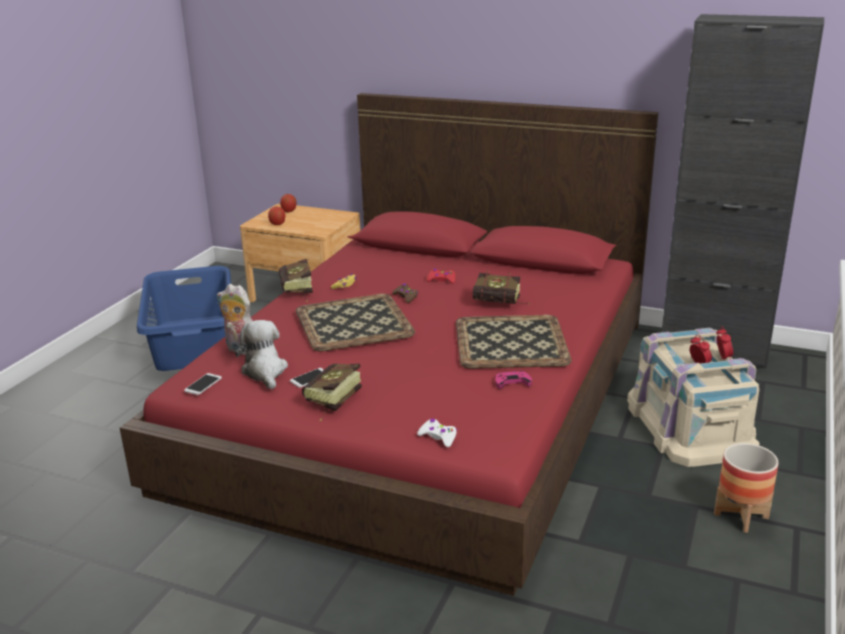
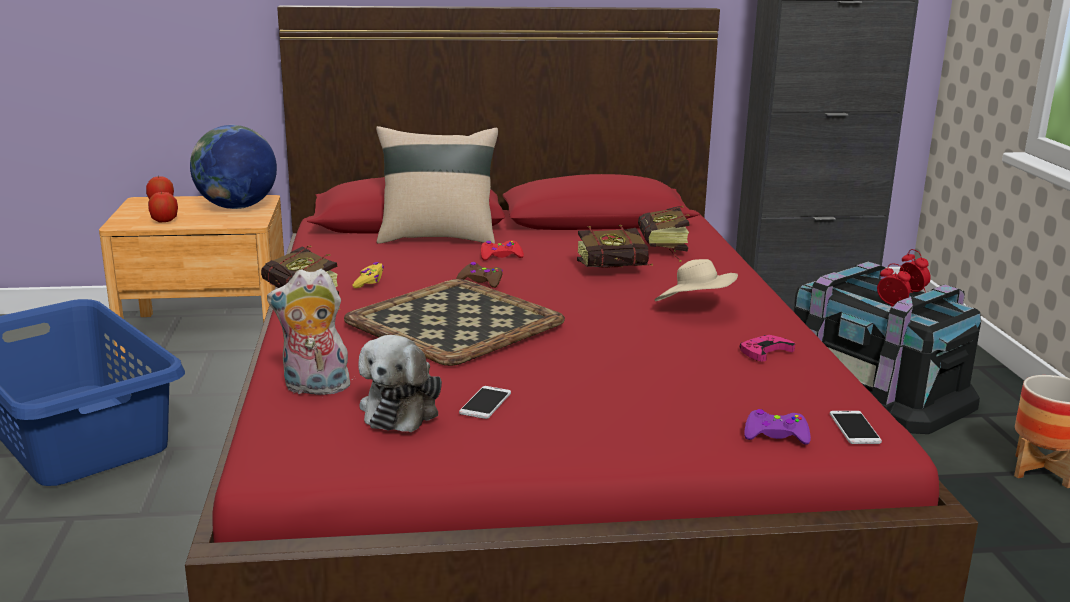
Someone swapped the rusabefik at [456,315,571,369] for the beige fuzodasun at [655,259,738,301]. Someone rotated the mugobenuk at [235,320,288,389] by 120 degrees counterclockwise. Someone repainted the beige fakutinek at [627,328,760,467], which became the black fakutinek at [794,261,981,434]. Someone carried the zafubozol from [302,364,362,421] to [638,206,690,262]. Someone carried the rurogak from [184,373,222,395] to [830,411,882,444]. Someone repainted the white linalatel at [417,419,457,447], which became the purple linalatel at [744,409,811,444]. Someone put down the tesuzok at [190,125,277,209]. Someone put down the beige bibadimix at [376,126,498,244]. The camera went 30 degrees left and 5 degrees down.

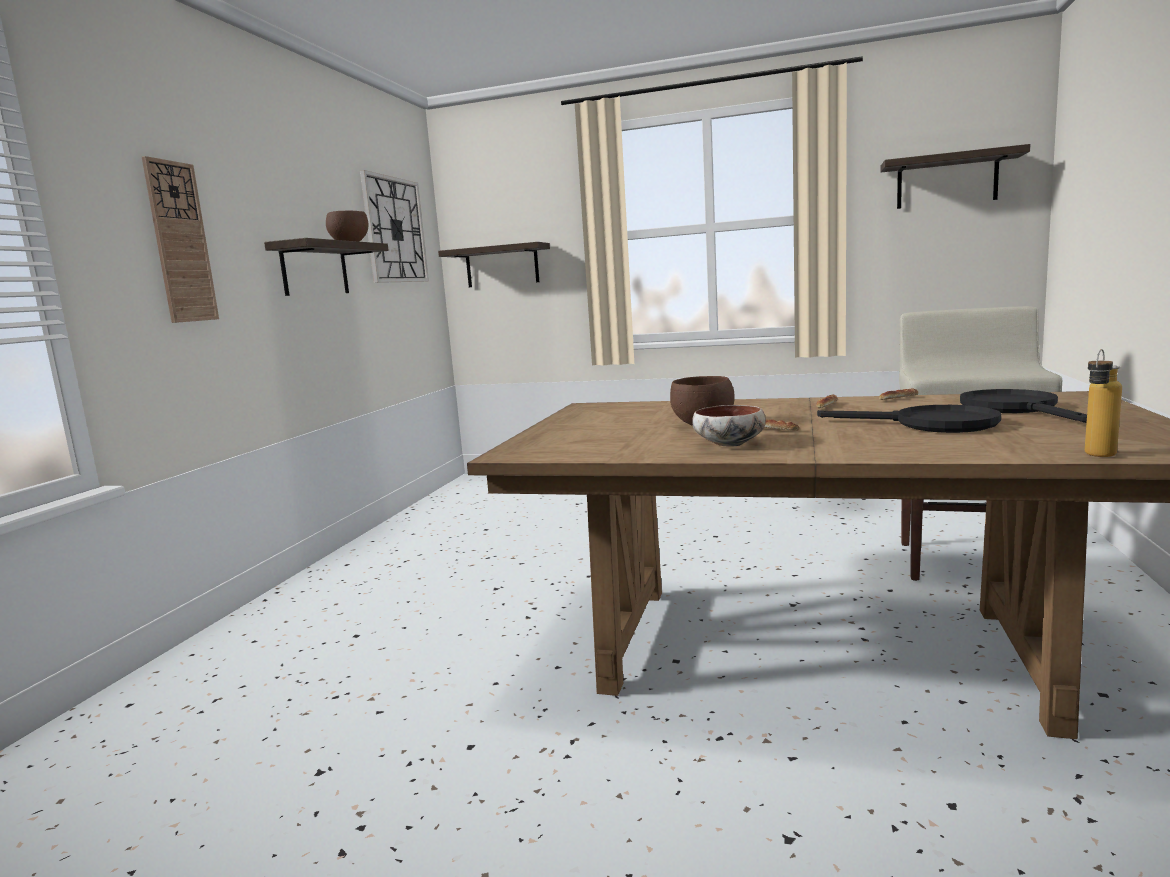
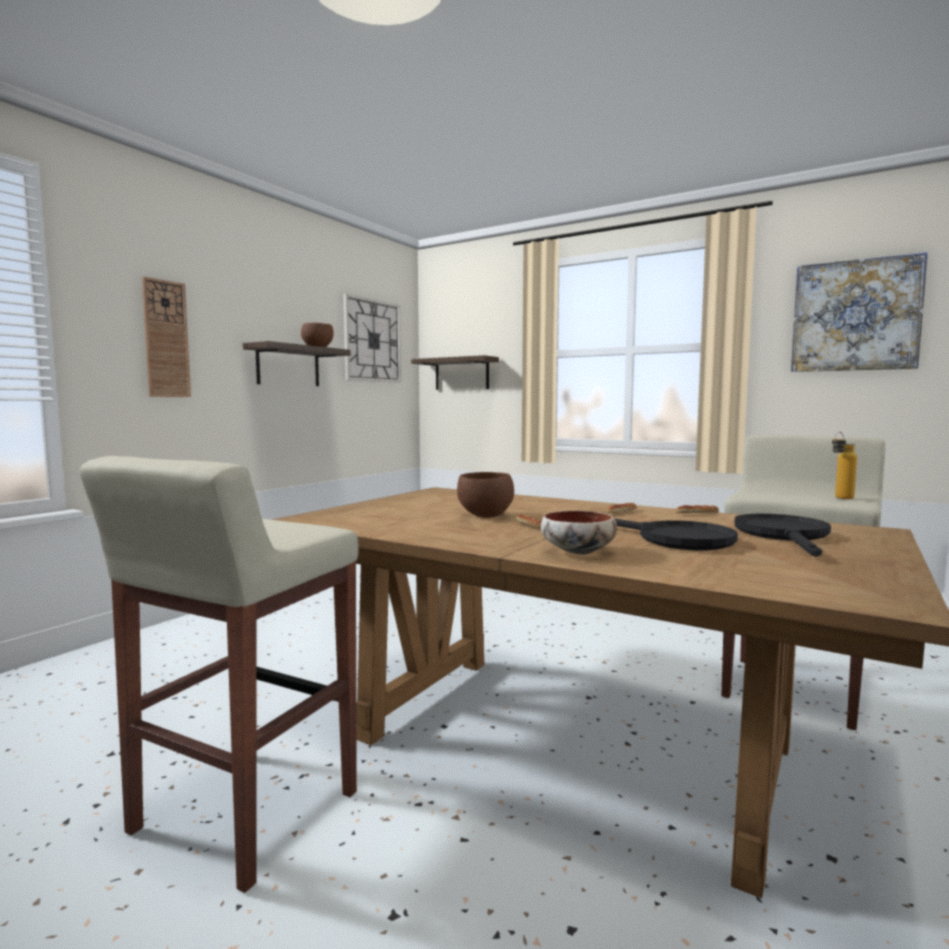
Someone swapped the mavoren at [880,144,1030,209] for the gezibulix at [791,252,928,372]. Someone carried the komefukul from [1085,349,1122,457] to [832,432,857,499]. Someone carried the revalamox from [692,405,766,447] to [541,511,617,555]. Someone put down the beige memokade at [80,456,359,893]. The camera went 15 degrees right and 5 degrees down.

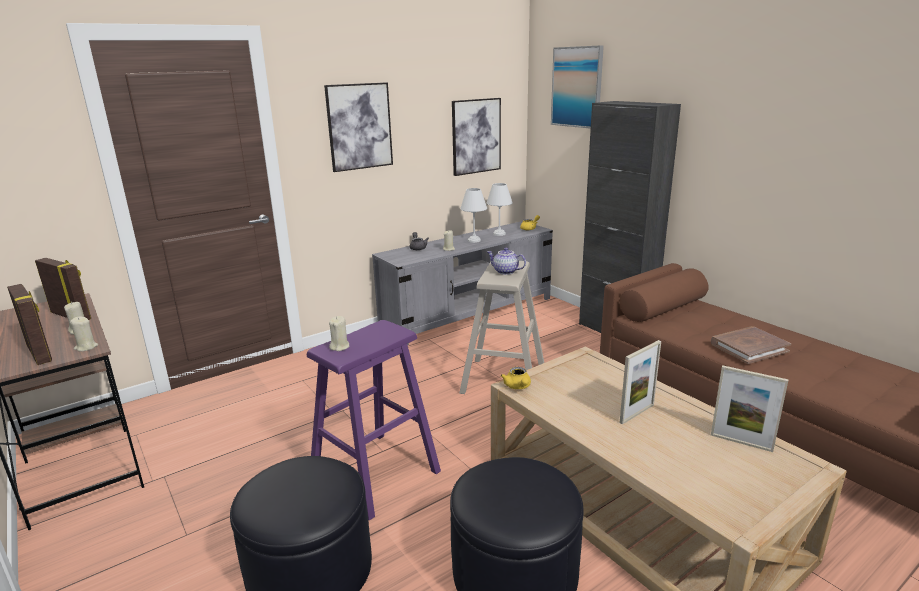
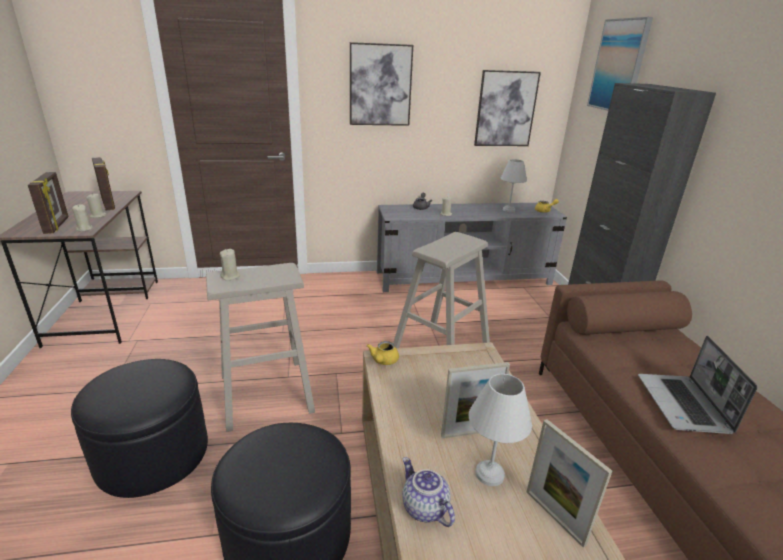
Someone carried the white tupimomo from [460,188,487,243] to [469,373,532,486]. Someone carried the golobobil from [487,248,526,275] to [403,457,455,527]. Someone repainted the purple memokade at [307,320,441,521], which became the beige memokade at [206,263,315,432]. Someone swapped the brown zafubozol at [711,326,792,364] for the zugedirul at [638,336,757,434]. The camera went 25 degrees right and 5 degrees up.

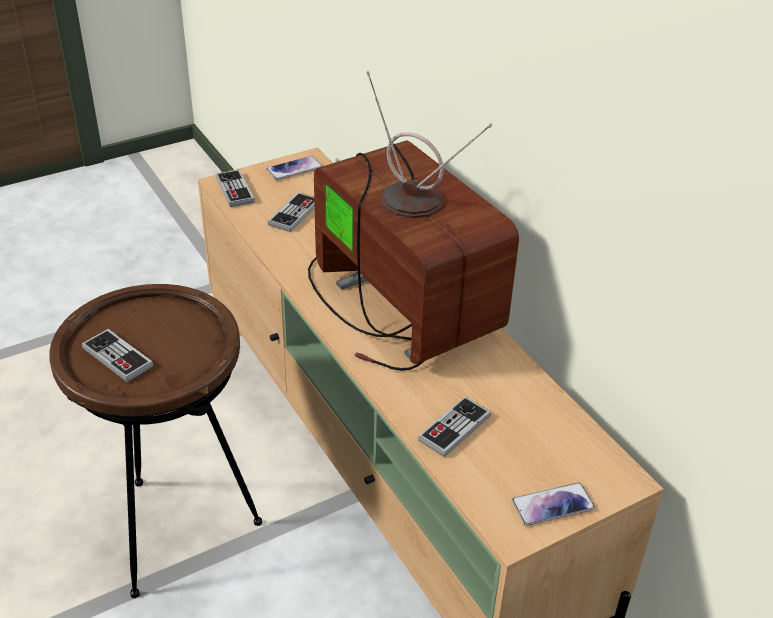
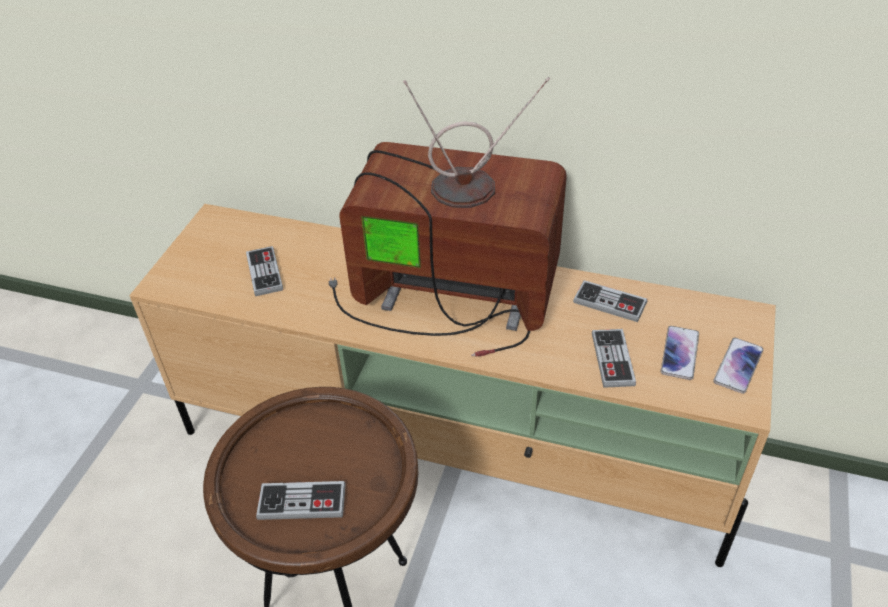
Someone carried the rurogak from [266,156,322,180] to [661,326,699,380]. Someone carried the linalatel from [216,169,255,207] to [573,280,647,322]. The camera went 40 degrees left and 5 degrees up.

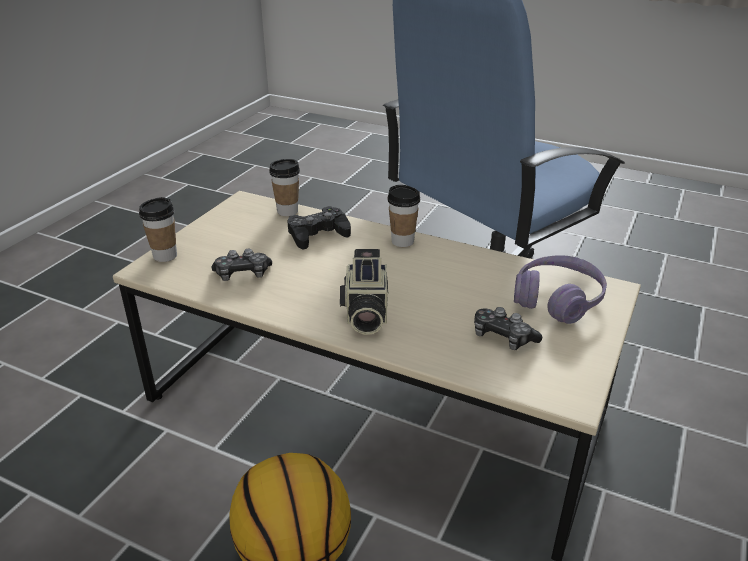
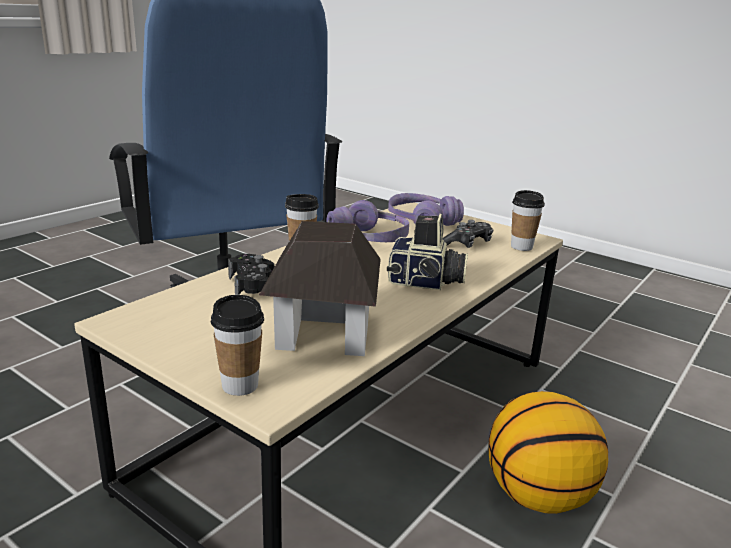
Someone carried the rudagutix from [269,159,300,216] to [511,190,544,251]. Someone swapped the linalatel at [211,249,272,281] for the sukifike at [259,221,381,356]. Someone put down the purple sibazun at [326,200,409,242]. The camera went 80 degrees left and 10 degrees down.

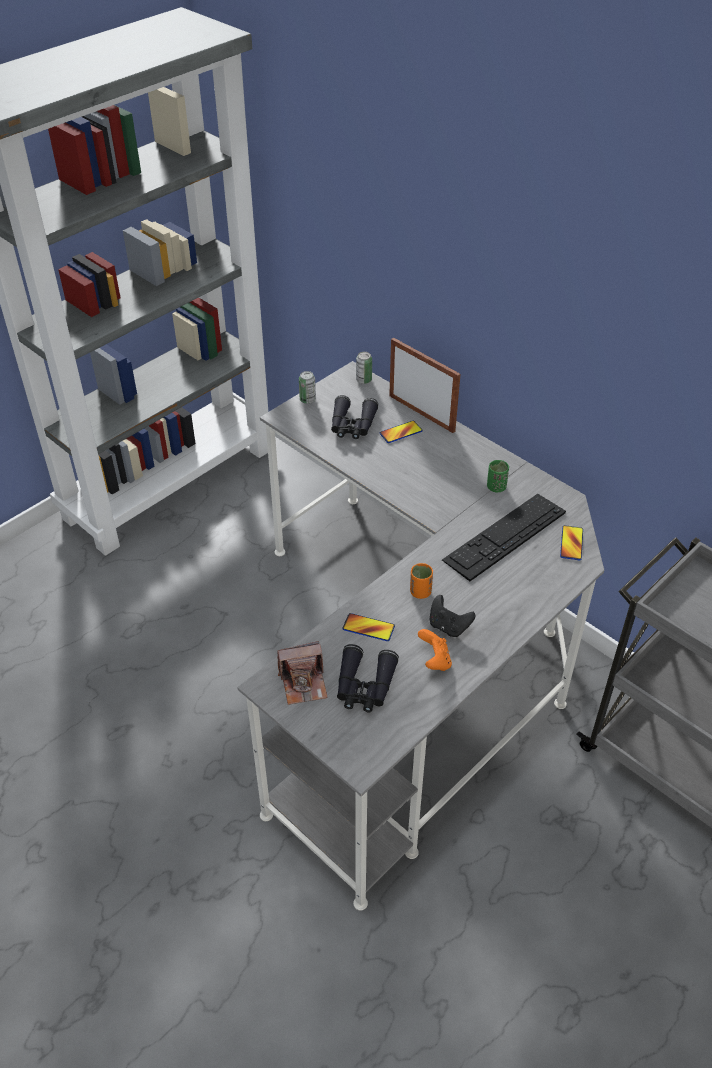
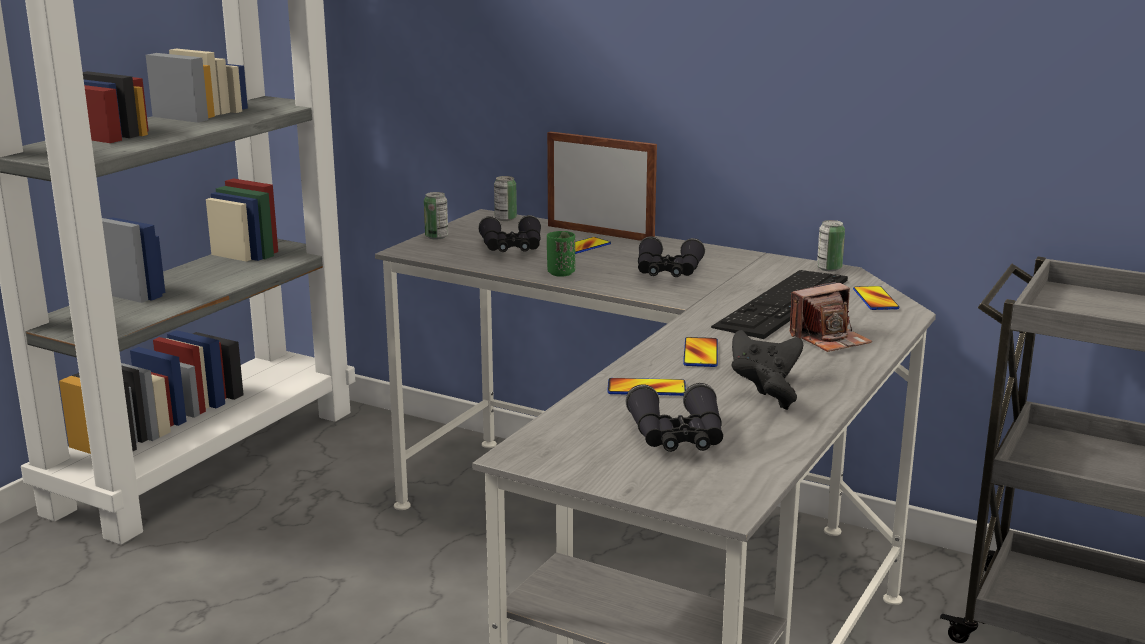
Someone carried the green rudagutix from [487,460,509,492] to [547,231,575,277]. Someone swapped the orange rudagutix at [410,563,433,599] for the rurogak at [683,337,718,367]. Someone repainted the orange linalatel at [418,629,452,671], which became the black linalatel at [732,357,797,410]. Someone carried the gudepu from [277,641,328,705] to [790,282,872,352]. Someone put down the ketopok at [817,220,845,271]. Someone put down the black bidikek at [638,236,705,277]. The camera went 15 degrees left and 25 degrees down.

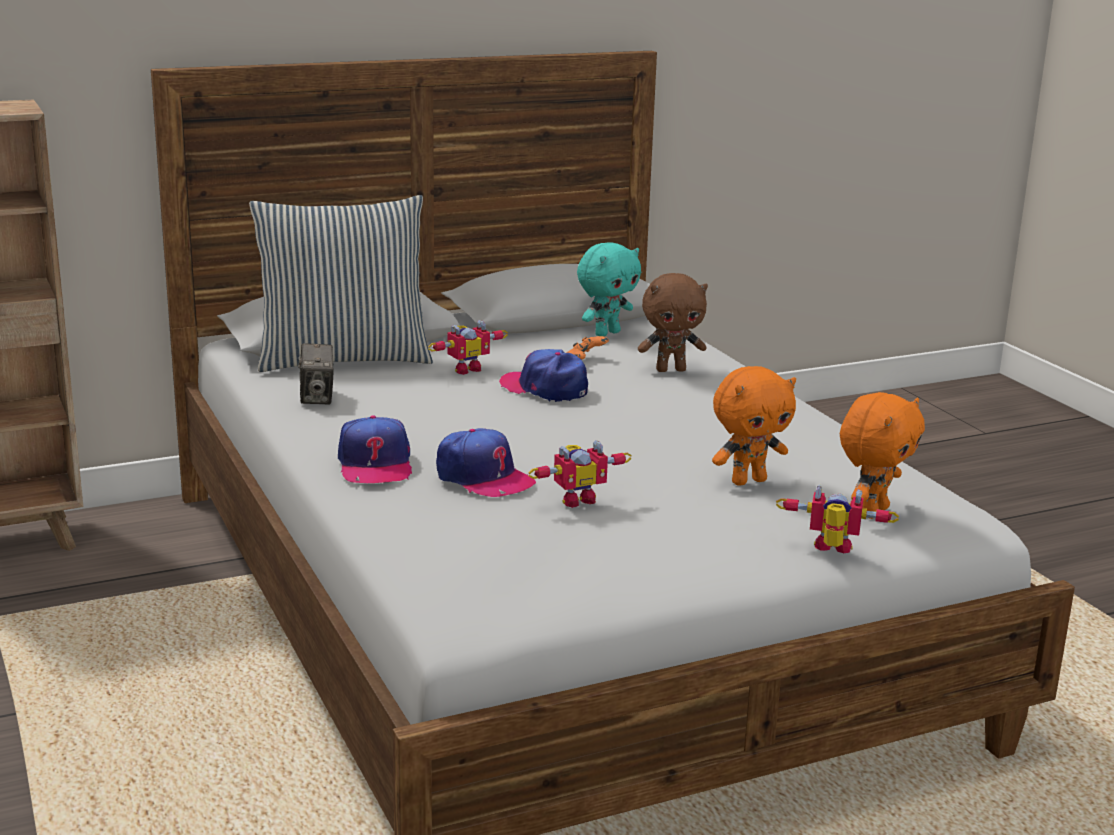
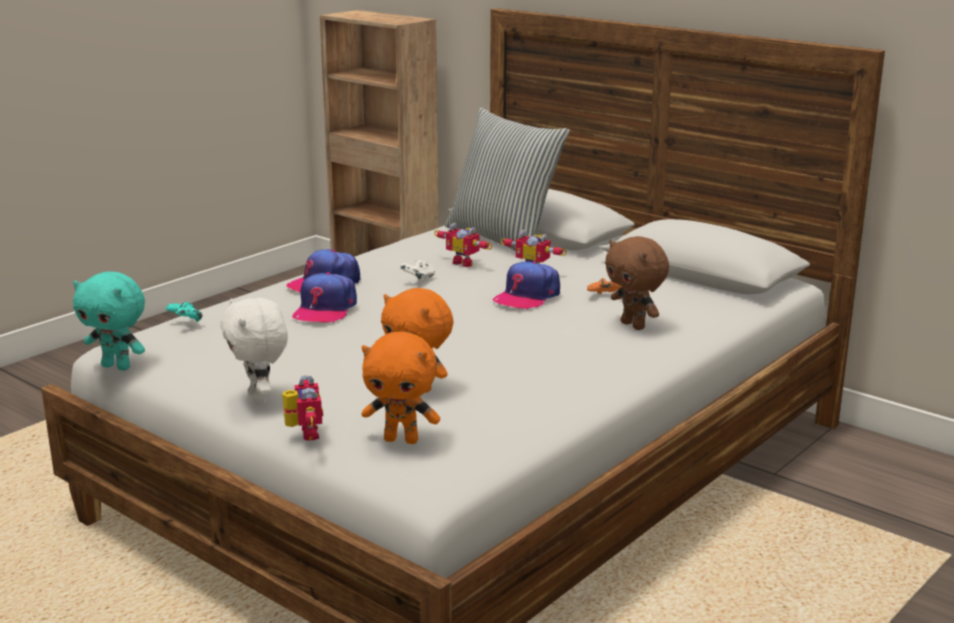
Someone carried the turquoise mugobenuk from [577,242,641,336] to [73,272,145,371]. Someone took away the gudepu at [298,343,334,404]. Someone rotated the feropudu at [499,349,588,402] by 150 degrees counterclockwise. Someone carried the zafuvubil from [528,440,632,508] to [434,223,492,267]. Someone put down the white linalatel at [400,260,435,281]. Someone put down the white mugobenuk at [220,298,288,406]. Someone put down the turquoise linalatel at [166,302,203,322]. The camera went 65 degrees right and 0 degrees up.

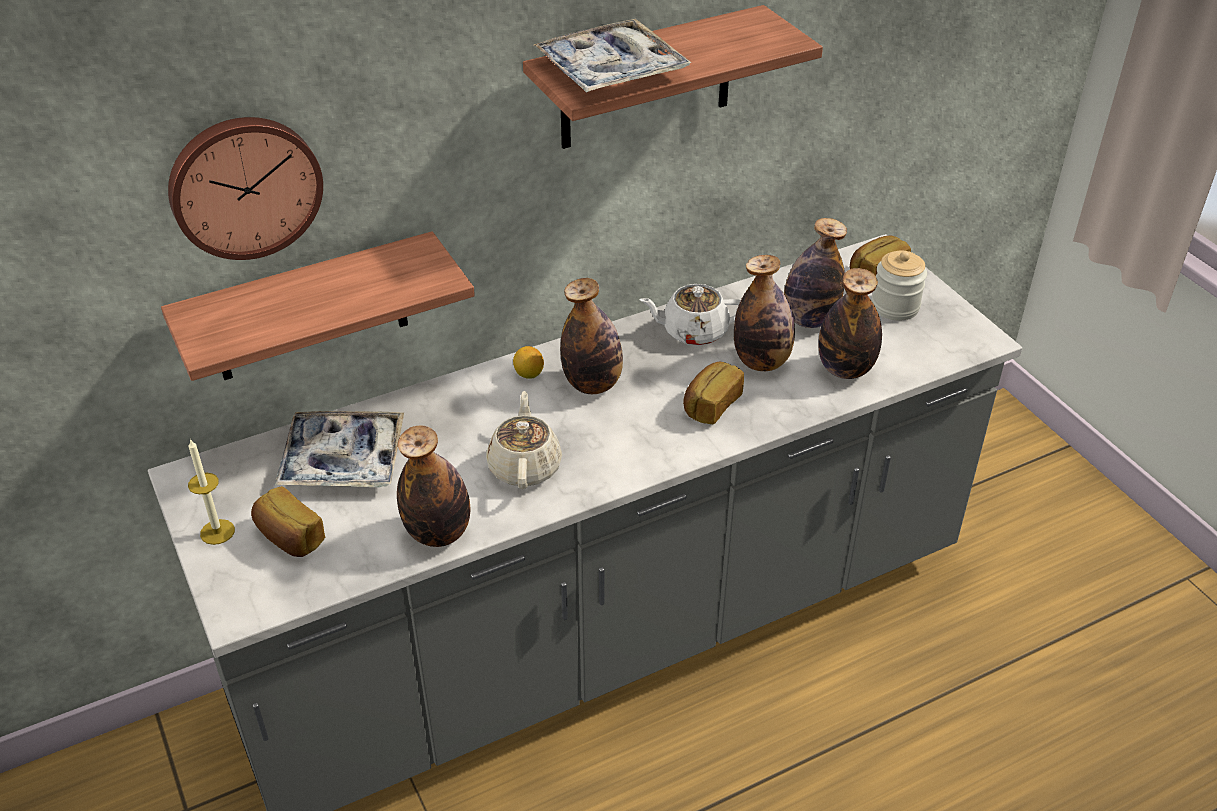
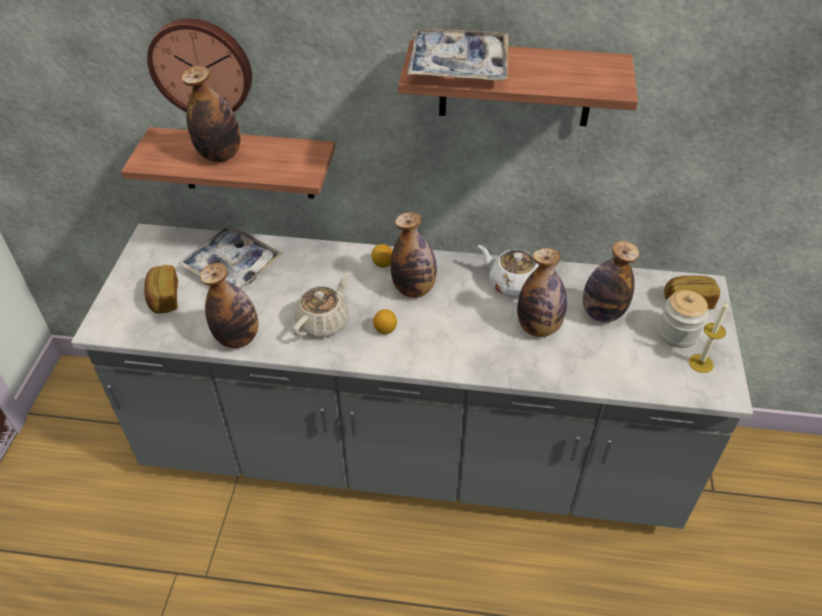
Someone carried the komefukul from [818,268,882,379] to [181,65,241,162]. Someone took away the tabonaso at [683,362,744,424]. Someone carried the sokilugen from [188,439,235,545] to [689,300,728,373]. Someone put down the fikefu at [373,309,397,334]. The camera went 35 degrees right and 5 degrees up.

